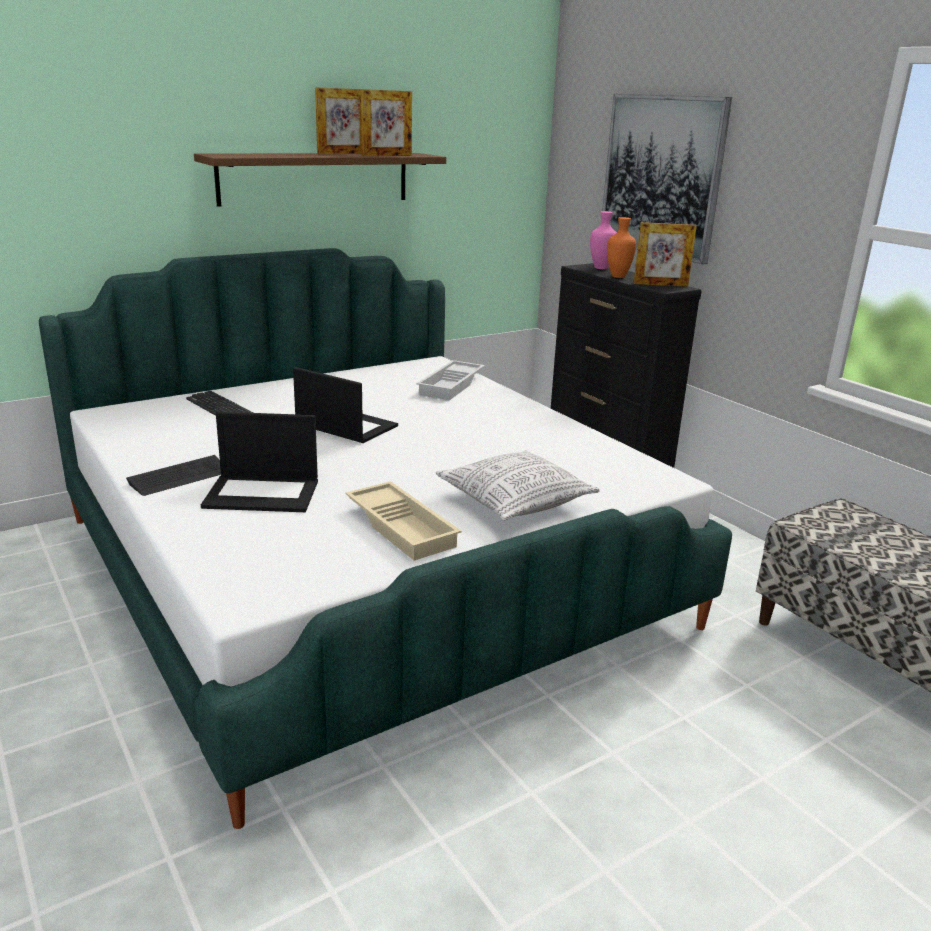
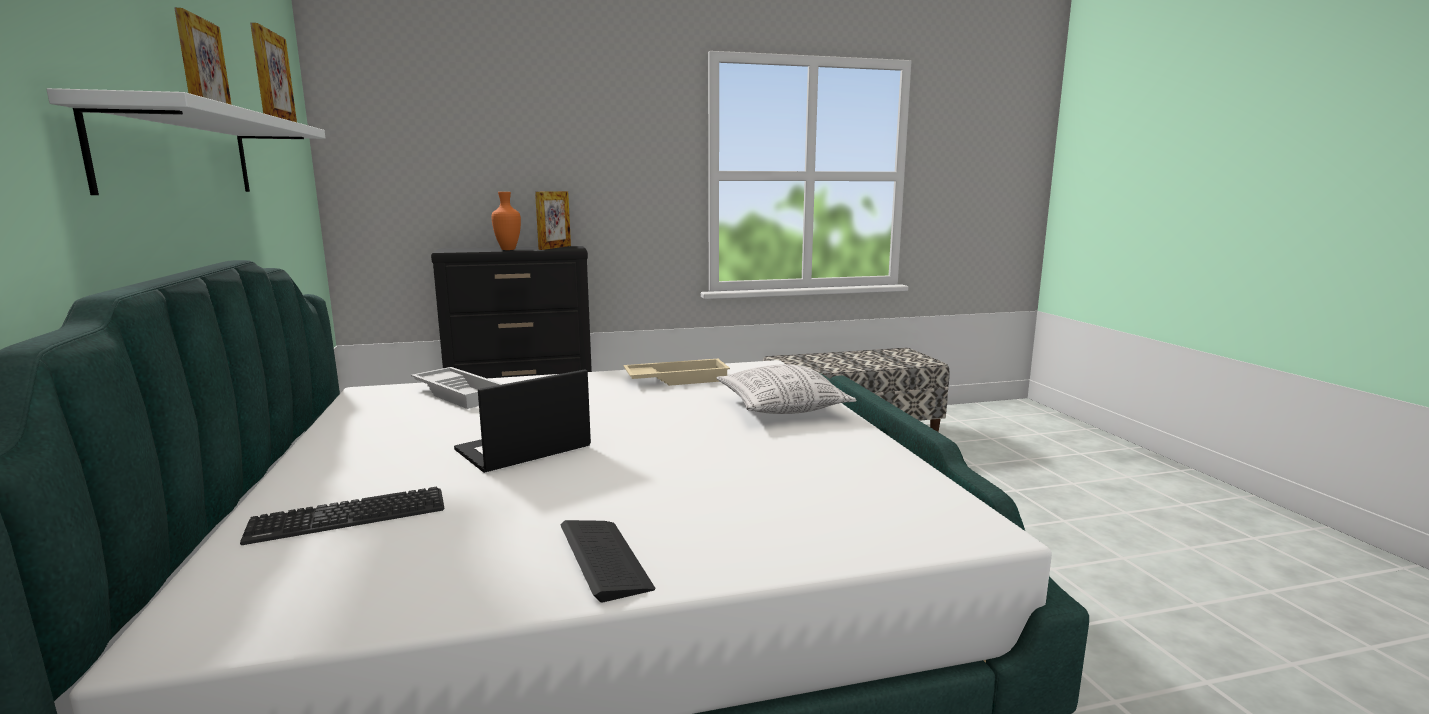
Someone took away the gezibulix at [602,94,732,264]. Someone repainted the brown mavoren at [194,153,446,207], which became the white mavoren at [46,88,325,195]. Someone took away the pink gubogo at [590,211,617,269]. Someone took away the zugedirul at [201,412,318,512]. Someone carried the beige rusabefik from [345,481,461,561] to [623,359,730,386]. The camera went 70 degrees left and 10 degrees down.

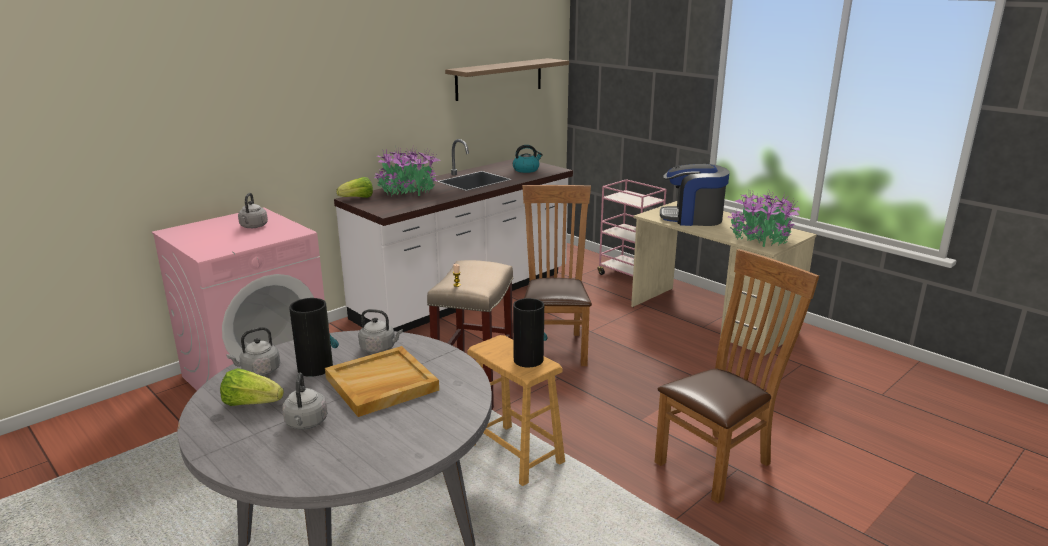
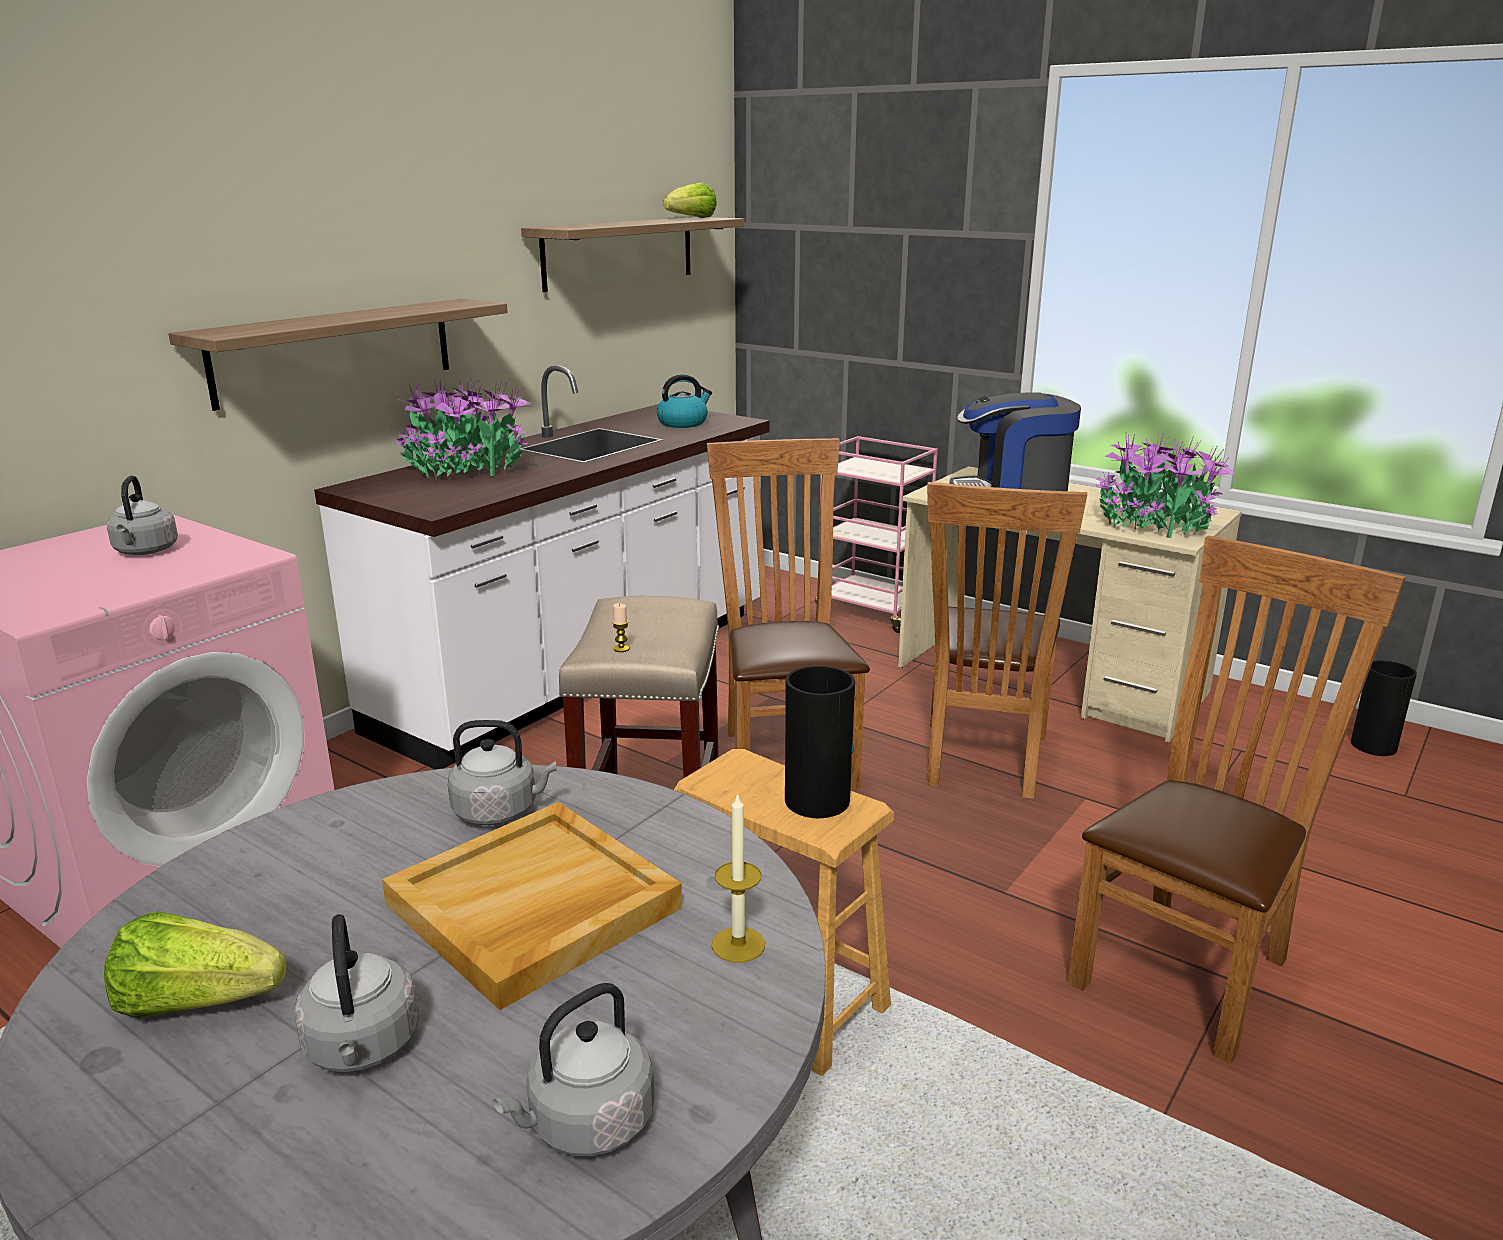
Someone carried the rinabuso from [336,177,373,198] to [663,182,717,218]. Someone carried the gubogo from [289,298,339,377] to [1351,660,1417,756]. Someone carried the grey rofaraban from [226,327,280,376] to [493,983,654,1156]. Someone put up the mavoren at [169,299,508,411]. Someone put down the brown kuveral at [927,482,1087,799]. Someone put down the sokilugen at [712,792,765,963]. The camera went 10 degrees left and 0 degrees up.

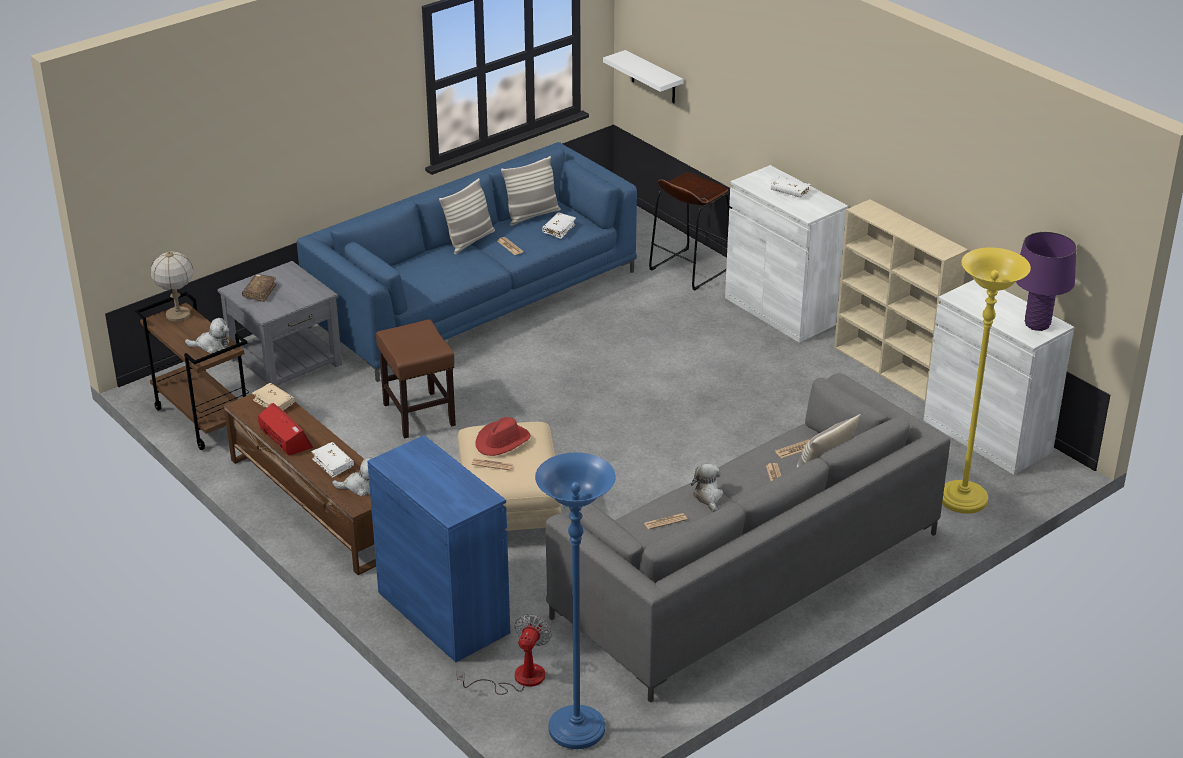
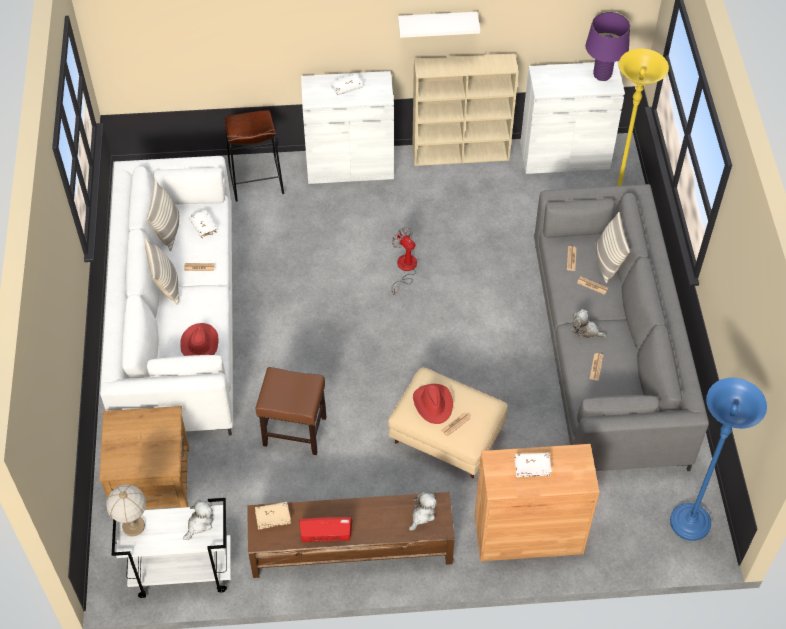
Someone carried the white mavoren from [603,50,683,103] to [398,12,480,38]. Someone repainted the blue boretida at [297,142,637,382], which became the white boretida at [100,156,233,436]. Someone repainted the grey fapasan at [217,261,342,387], which became the brown fapasan at [99,406,189,509]. Someone took away the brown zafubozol at [242,274,277,302]. Someone repainted the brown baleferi at [134,292,249,450], which became the white baleferi at [112,498,231,598]. Someone repainted the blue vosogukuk at [367,435,510,662], which became the brown vosogukuk at [475,444,599,561]. Someone carried the white zafubozol from [311,442,354,478] to [515,453,552,477]. Someone carried the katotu from [457,614,552,695] to [391,227,417,295]. Someone put down the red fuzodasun at [180,323,219,356]. The camera went 55 degrees left and 20 degrees up.

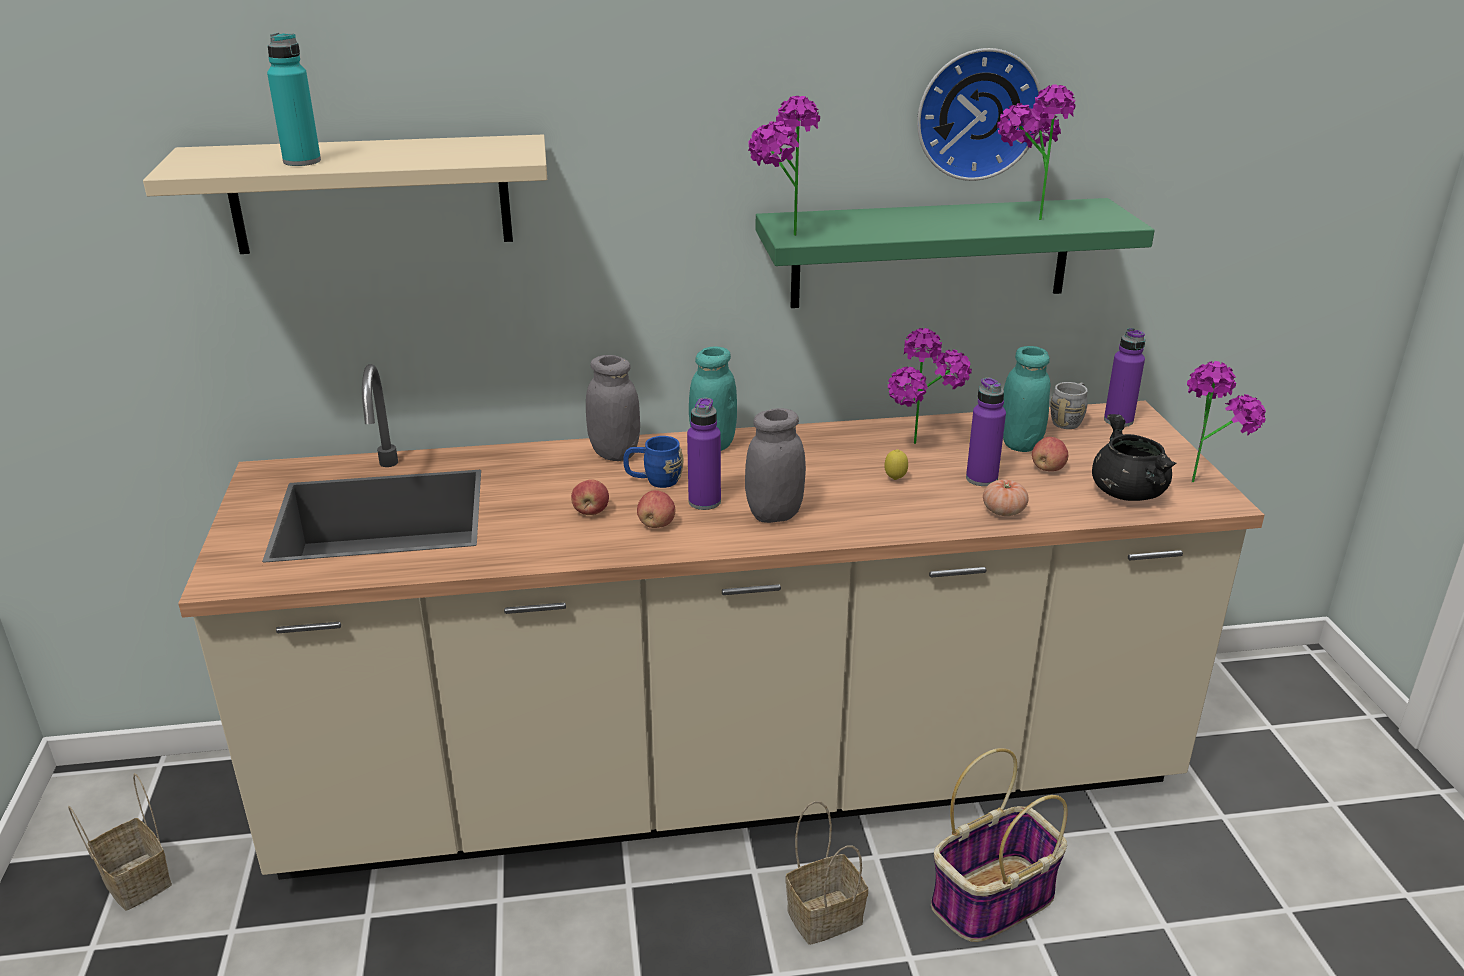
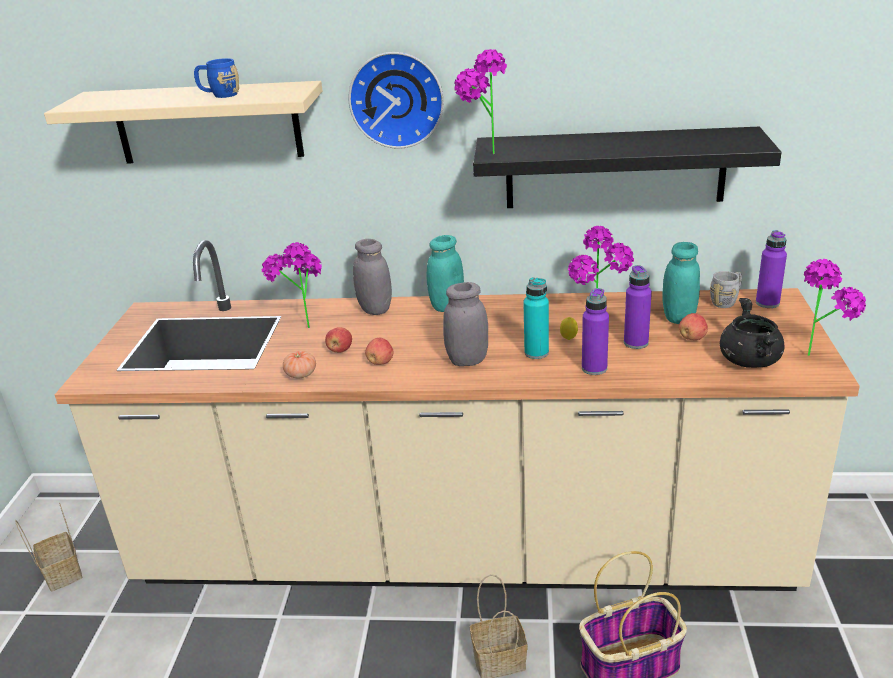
Someone carried the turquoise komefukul from [267,33,321,166] to [523,277,549,359]. Someone carried the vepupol from [917,48,1041,181] to [348,52,444,149]. Someone carried the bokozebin from [997,85,1076,220] to [262,242,322,328]. Someone repainted the green mavoren at [756,198,1155,308], which became the black mavoren at [473,127,782,208]. Someone carried the purple komefukul from [687,398,721,510] to [582,288,609,375]. Someone carried the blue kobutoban from [623,436,684,488] to [194,58,239,98]. Someone carried the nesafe from [983,480,1029,516] to [283,351,316,378]. The camera went 15 degrees right and 0 degrees up.

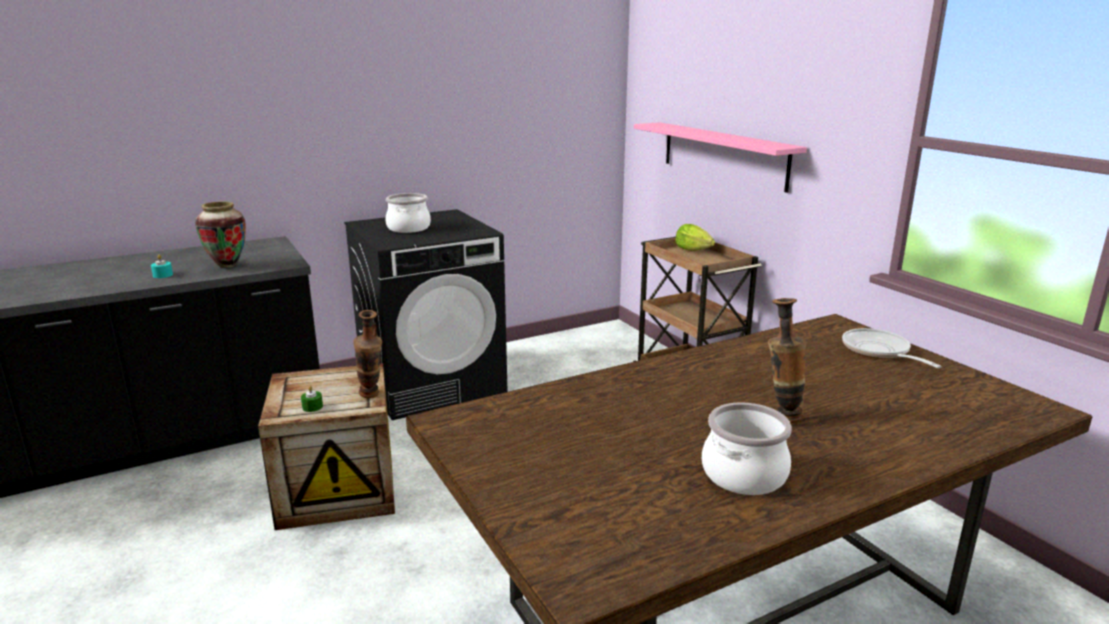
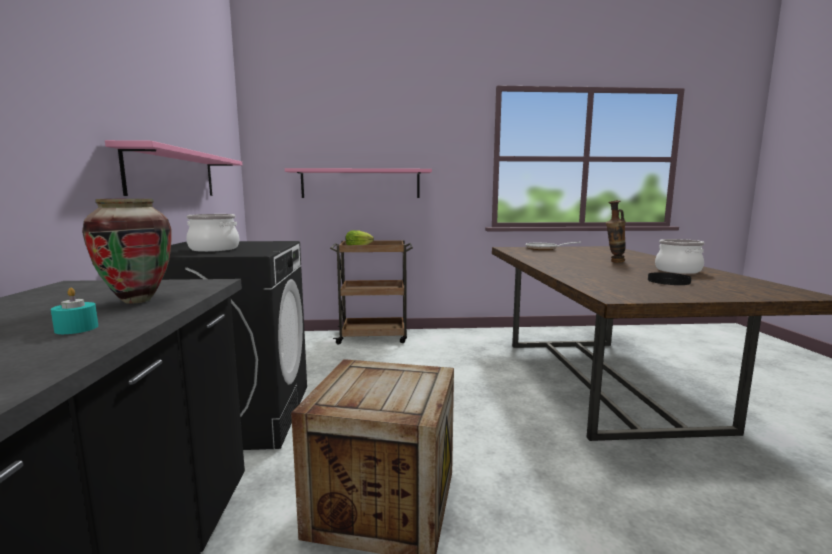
Someone took away the gubogo at [353,310,382,398]. Someone took away the green sokilugen at [301,386,323,412]. Someone put up the pink mavoren at [105,140,242,196]. Someone put down the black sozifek at [648,272,692,285]. The camera went 65 degrees left and 10 degrees down.

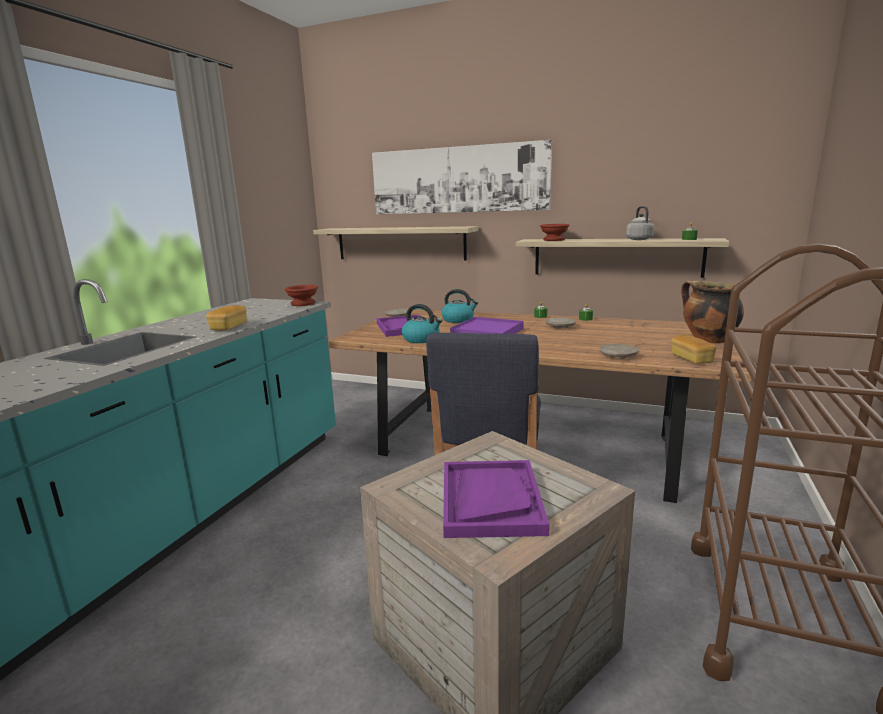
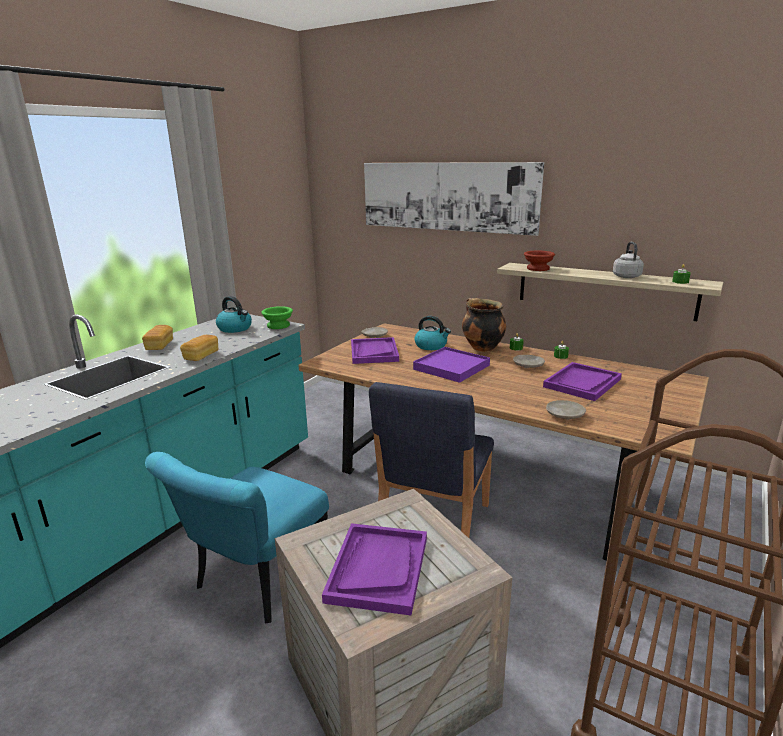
Someone took away the mavoren at [313,226,478,260]. Someone carried the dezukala from [681,280,744,344] to [462,298,506,352]. Someone repainted the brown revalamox at [285,285,318,306], which became the green revalamox at [261,306,293,329]. Someone carried the rofaraban from [402,304,442,343] to [216,296,252,333]. Someone carried the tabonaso from [671,335,716,364] to [142,325,173,350]. Someone put down the purple rusabefik at [543,362,622,401]. Someone put down the turquoise kuveral at [145,452,329,623]. The camera went 10 degrees right and 5 degrees up.

